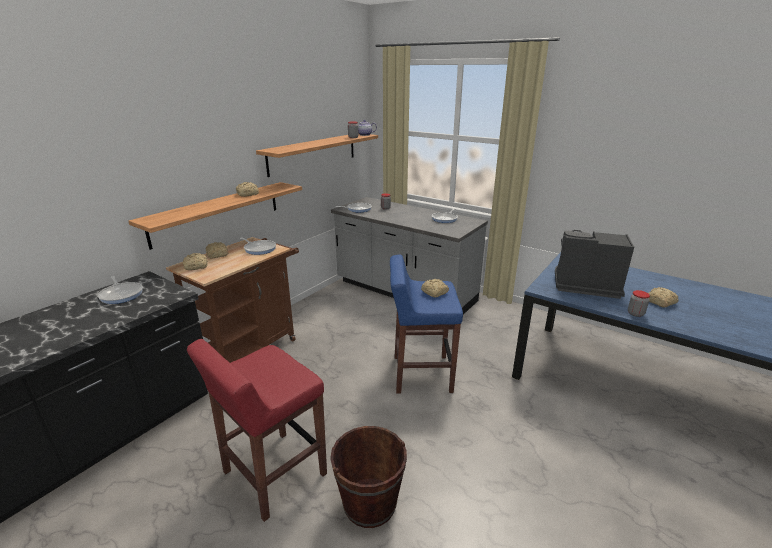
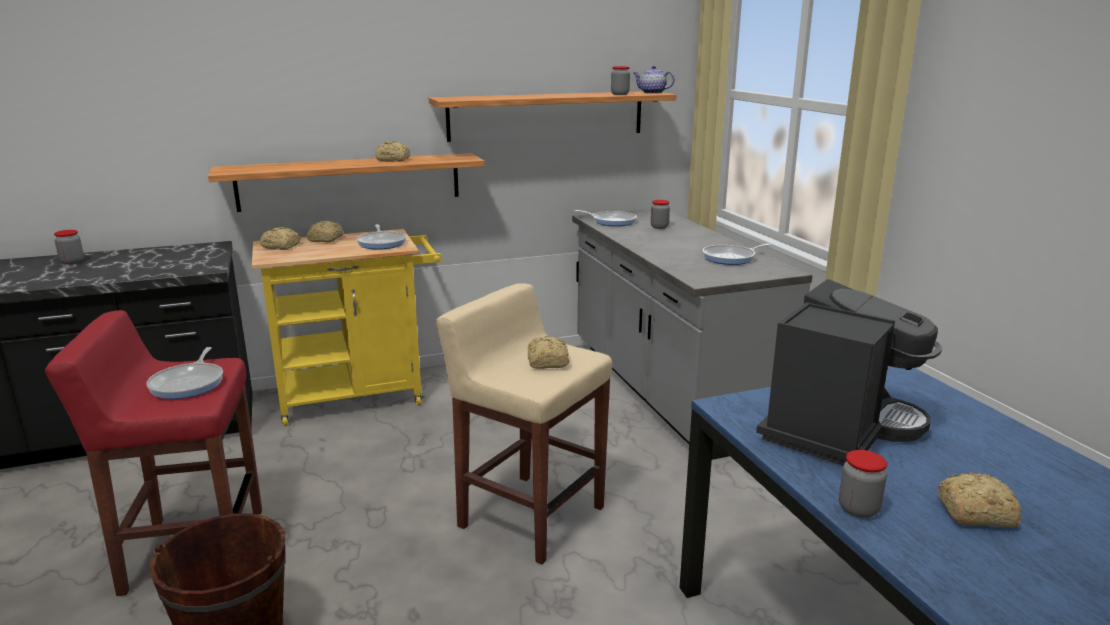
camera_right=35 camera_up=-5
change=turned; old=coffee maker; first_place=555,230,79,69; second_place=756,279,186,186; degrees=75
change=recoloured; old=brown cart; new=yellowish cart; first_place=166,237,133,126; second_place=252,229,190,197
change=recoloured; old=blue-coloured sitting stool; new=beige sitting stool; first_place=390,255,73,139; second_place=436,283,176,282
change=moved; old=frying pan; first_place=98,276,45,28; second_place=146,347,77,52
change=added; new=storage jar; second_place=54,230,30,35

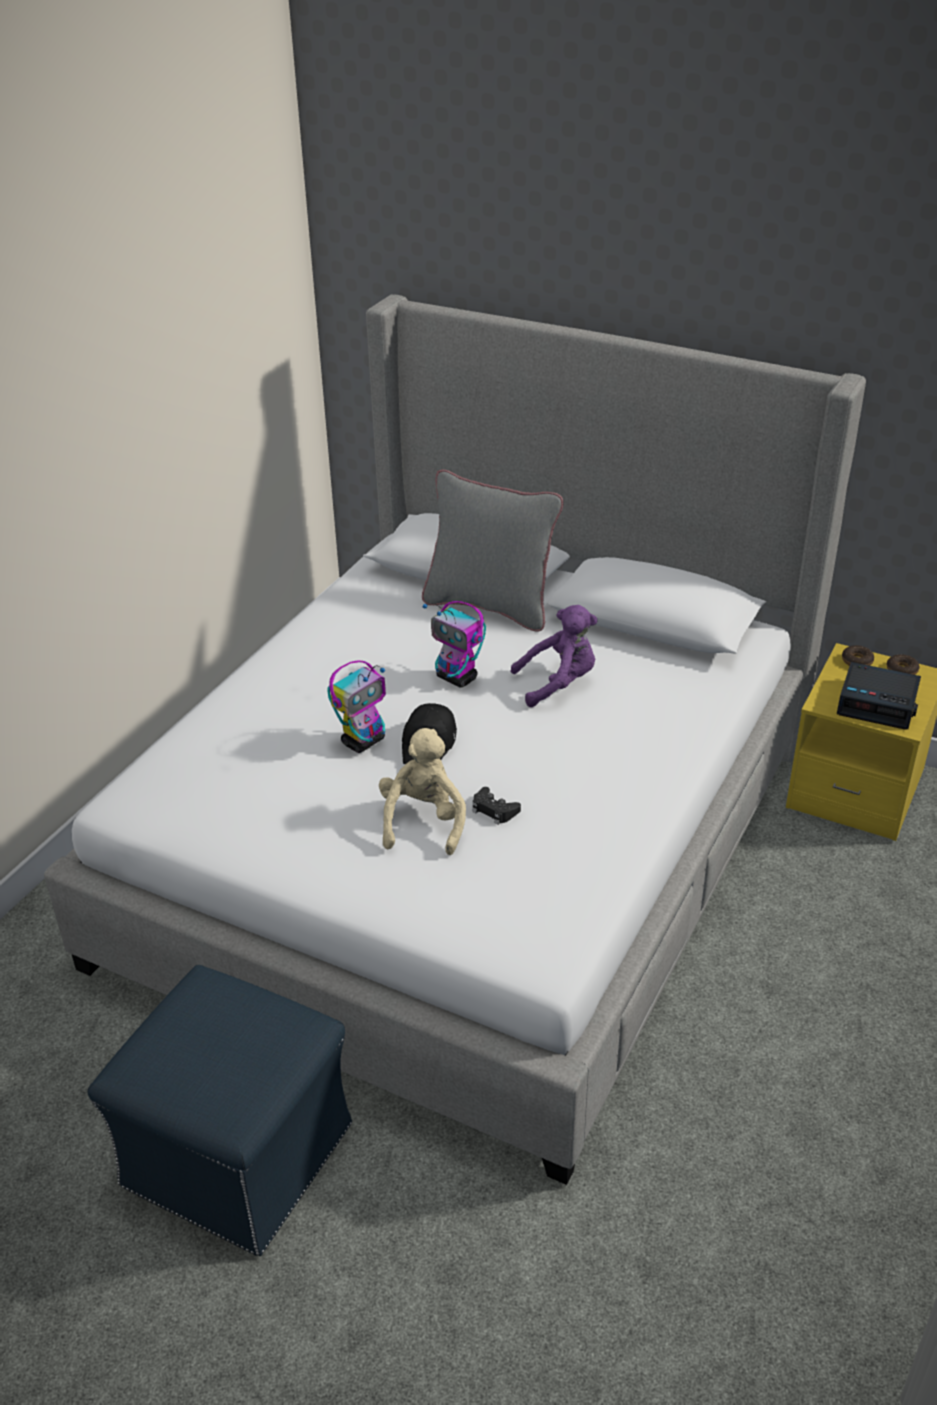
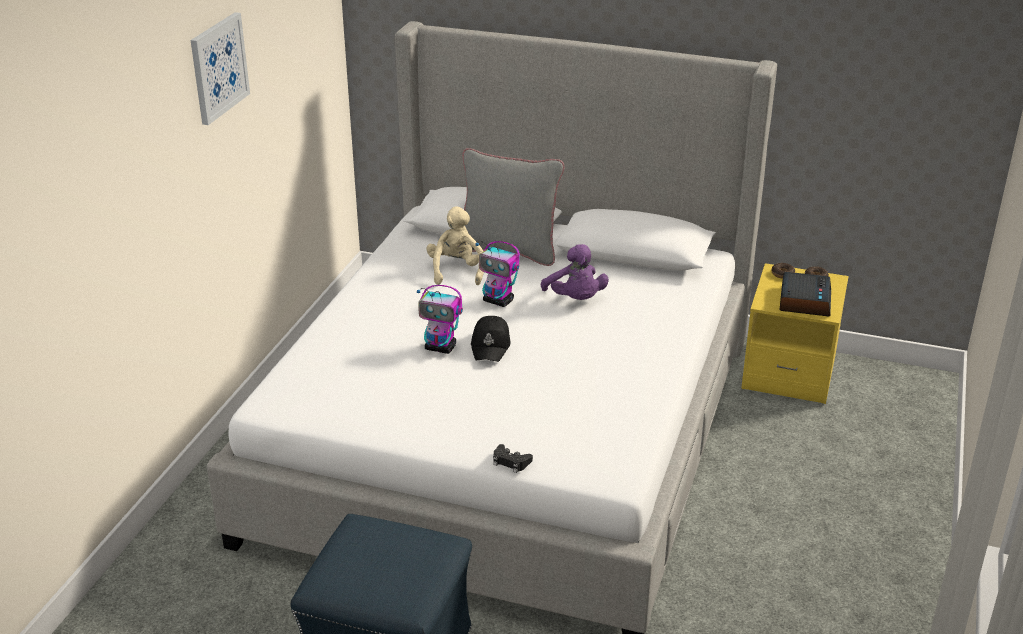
camera_right=-10 camera_up=-5
change=turned; old=purplish soft toy; first_place=510,605,87,102; second_place=541,244,68,56; degrees=90
change=turned; old=model robot; first_place=327,660,59,93; second_place=417,285,46,69; degrees=75
change=turned; old=bedside clock; first_place=837,662,84,68; second_place=779,272,52,44; degrees=-90
change=moved; old=beige soft toy; first_place=379,728,87,127; second_place=427,207,57,78
change=moved; old=black game controller; first_place=472,787,49,38; second_place=493,444,40,29
change=added; new=wall art; second_place=191,12,59,113

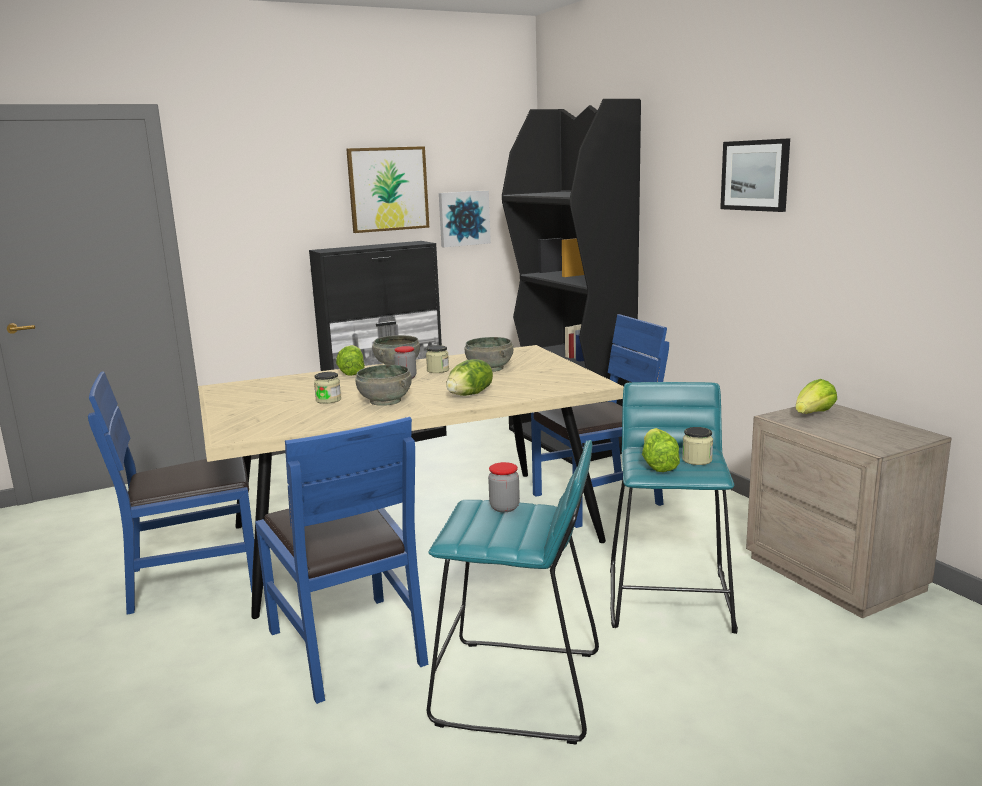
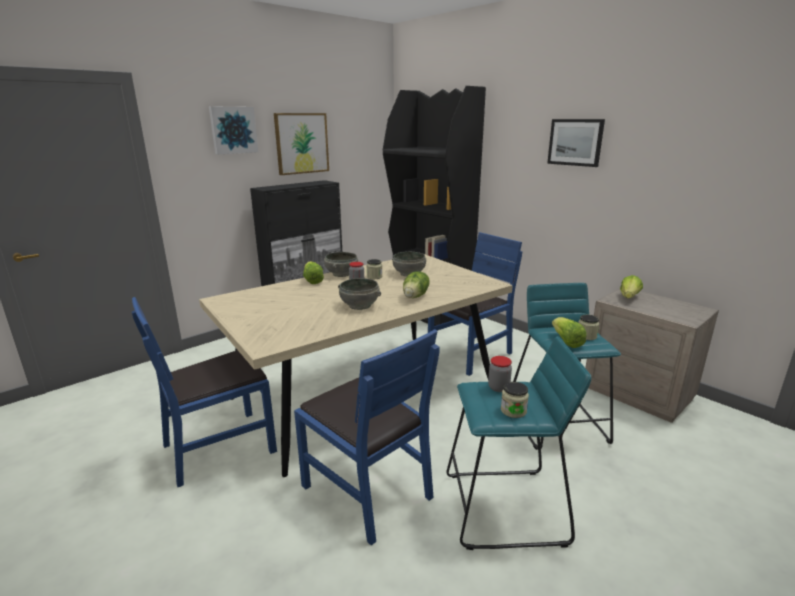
camera_right=-15 camera_up=5
change=moved; old=wall art; first_place=439,191,52,56; second_place=209,107,49,48
change=moved; old=storage jar; first_place=314,372,27,32; second_place=501,382,28,36

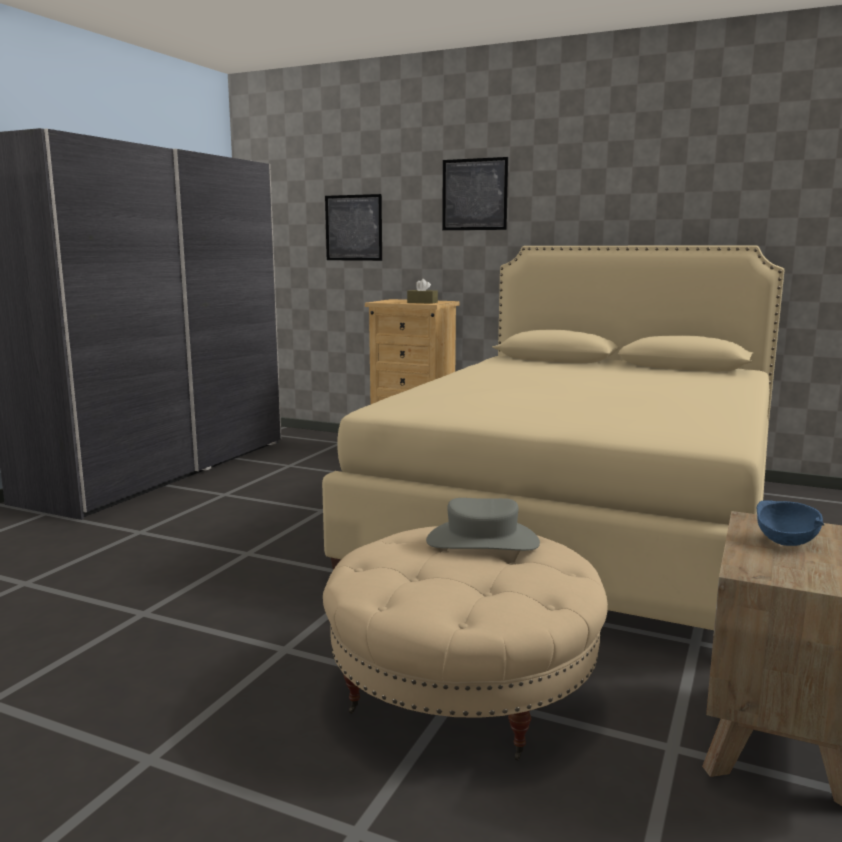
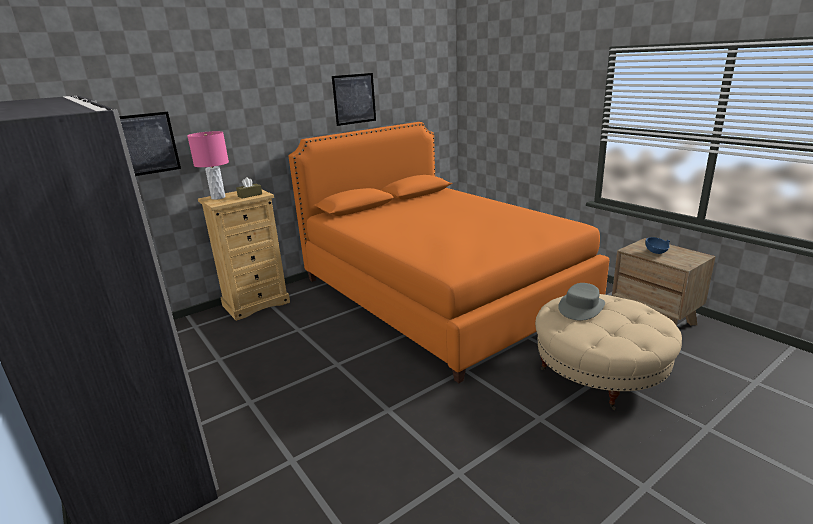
camera_right=-60 camera_up=10
change=moved; old=wall art; first_place=442,157,66,73; second_place=332,73,44,53
change=recoloured; old=beige sleeping bed; new=orange-coloured sleeping bed; first_place=322,246,462,384; second_place=288,122,321,261
change=added; new=pink tabletop lamp; second_place=187,131,42,69

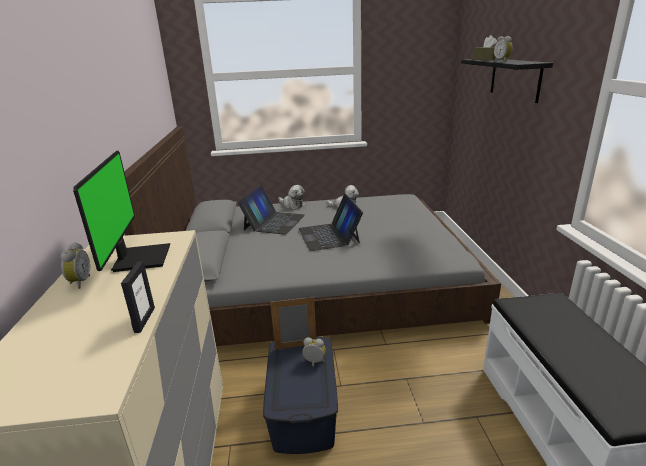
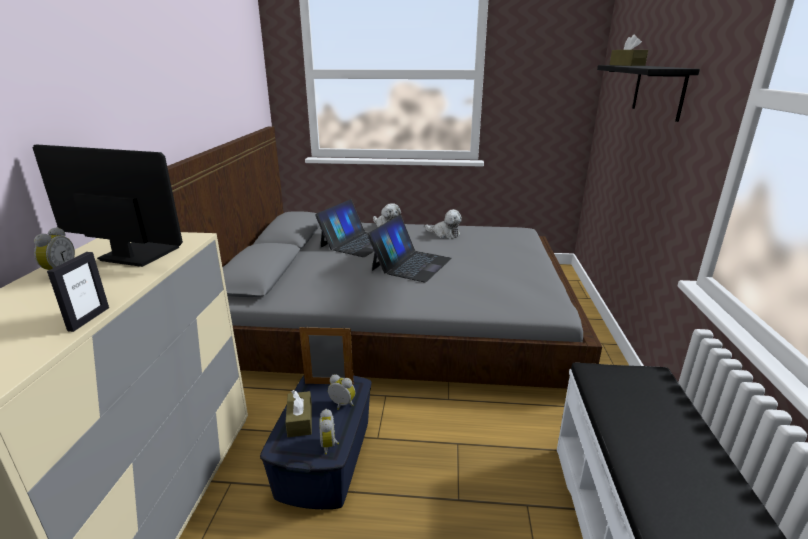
camera_right=10 camera_up=0
change=moved; old=bedside clock; first_place=494,36,19,26; second_place=320,409,19,46
change=turned; old=computer screen; first_place=73,151,97,121; second_place=33,144,150,123; degrees=-75
change=turned; old=portable computer; first_place=299,194,64,57; second_place=367,215,85,67; degrees=-150
change=added; new=brown tissue box; second_place=285,390,27,47

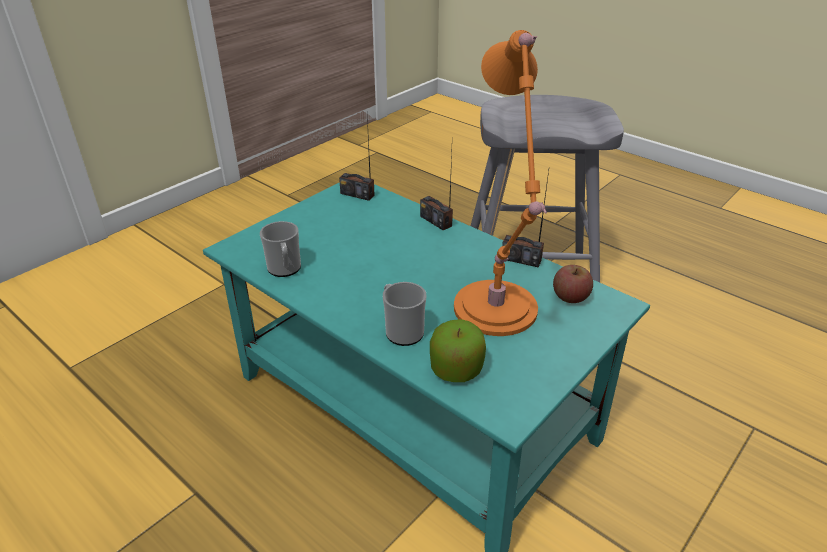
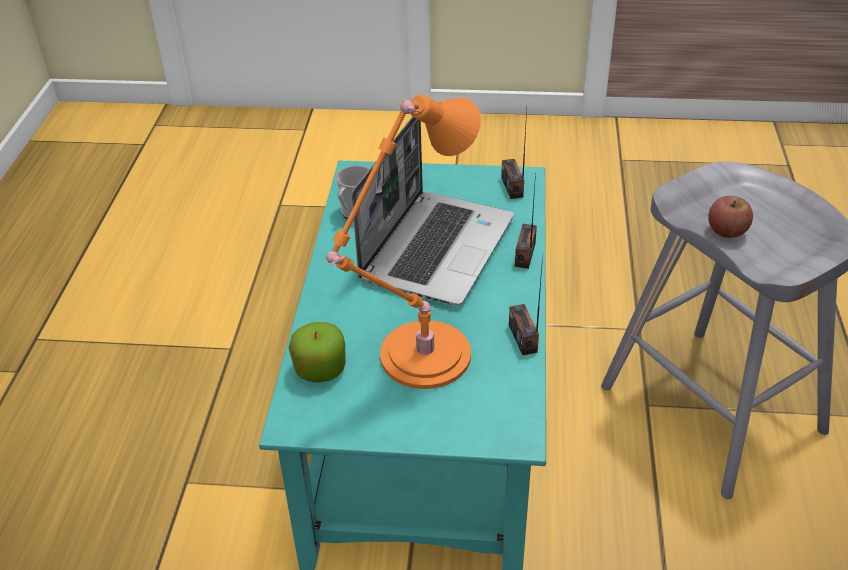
camera_right=55 camera_up=5
change=moved; old=whole apple; first_place=553,265,40,38; second_place=708,196,45,42
change=removed; old=coffee mug; first_place=383,282,43,64
change=added; new=portable computer; second_place=352,117,162,188

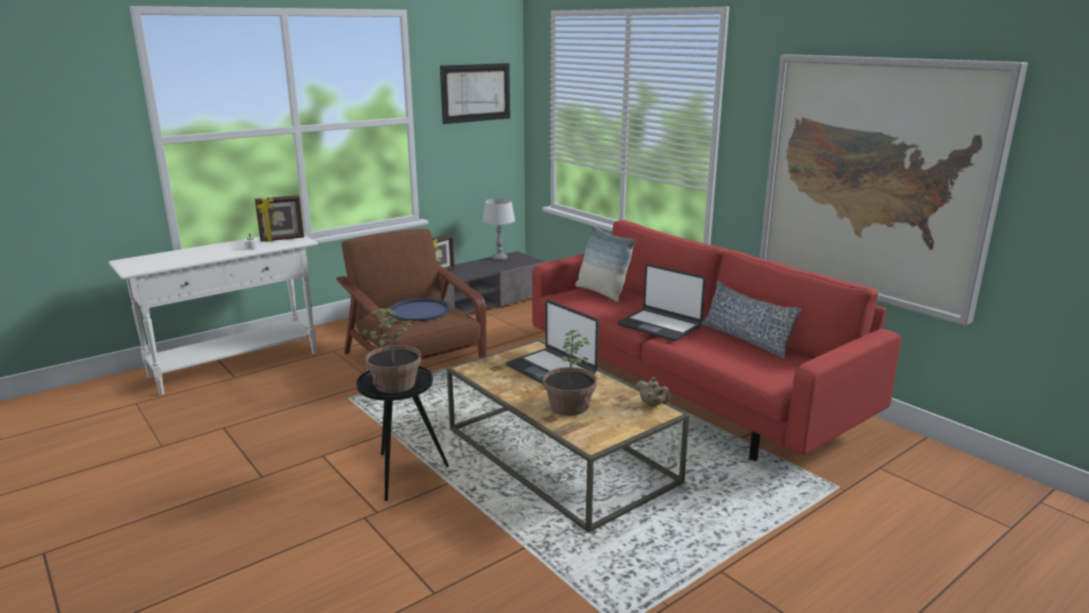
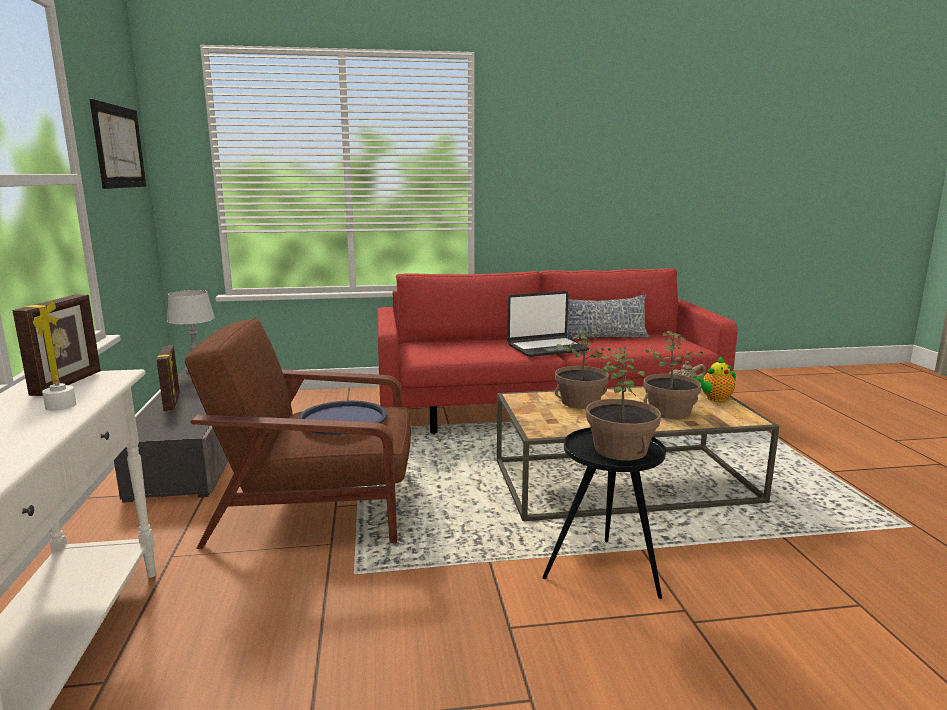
camera_right=-60 camera_up=-5
change=removed; old=wall art; first_place=759,54,269,272
change=removed; old=throw pillow; first_place=575,226,61,76
change=replaced; old=portable computer; new=potted plant; first_place=506,300,93,84; second_place=555,328,56,81
change=added; new=pot for tea; second_place=693,356,43,46

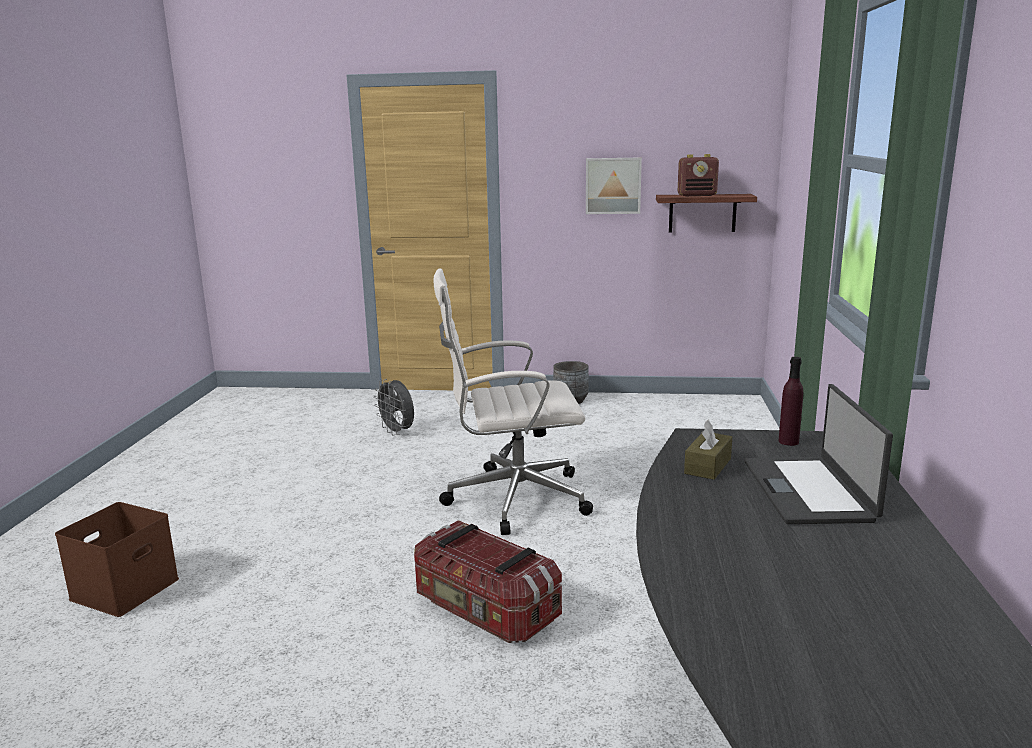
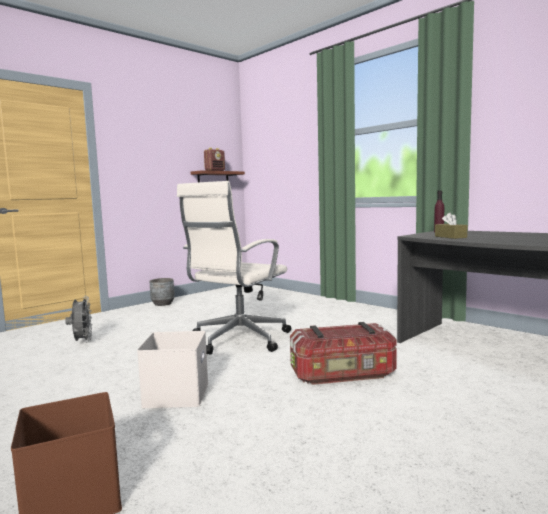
camera_right=-50 camera_up=-10
change=removed; old=wall art; first_place=586,158,56,56
change=turned; old=gray cooling fan; first_place=374,379,40,57; second_place=65,297,28,46; degrees=-105
change=removed; old=portable computer; first_place=744,384,149,140
change=added; new=white-coloured storage container; second_place=137,331,71,77

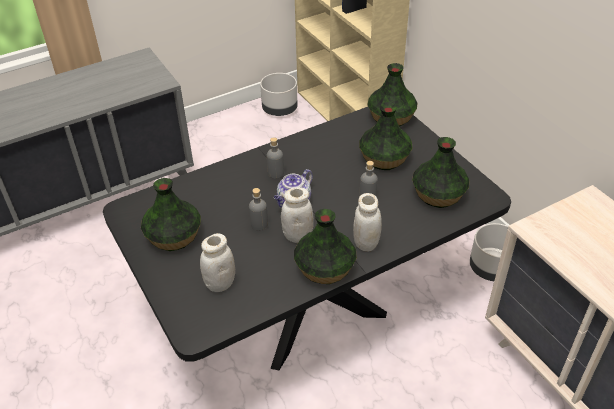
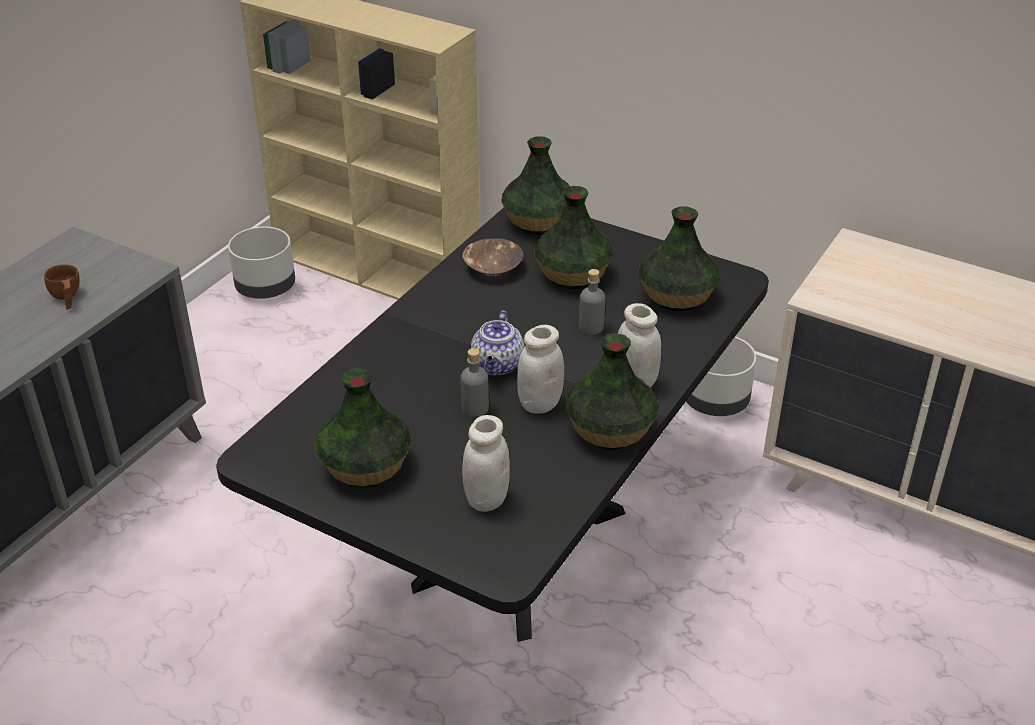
camera_right=-30 camera_up=-5
change=removed; old=gray beverage bottle; first_place=267,137,17,42
change=added; new=brown deep dish; second_place=462,238,61,39
change=added; new=brown drinking cup; second_place=44,264,36,46

